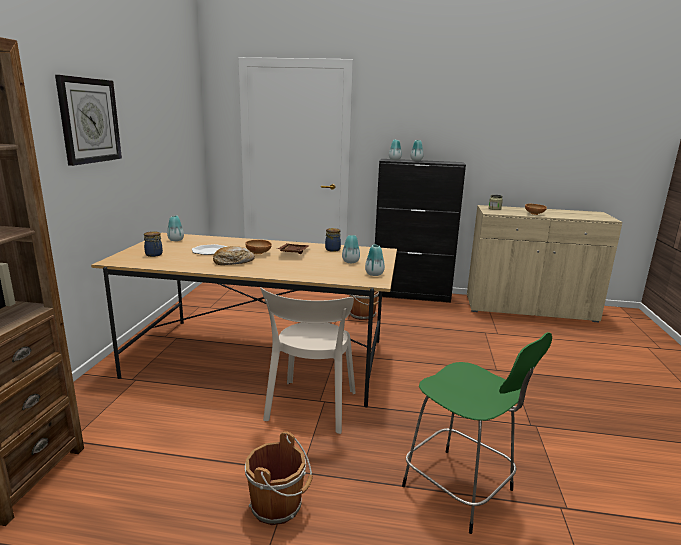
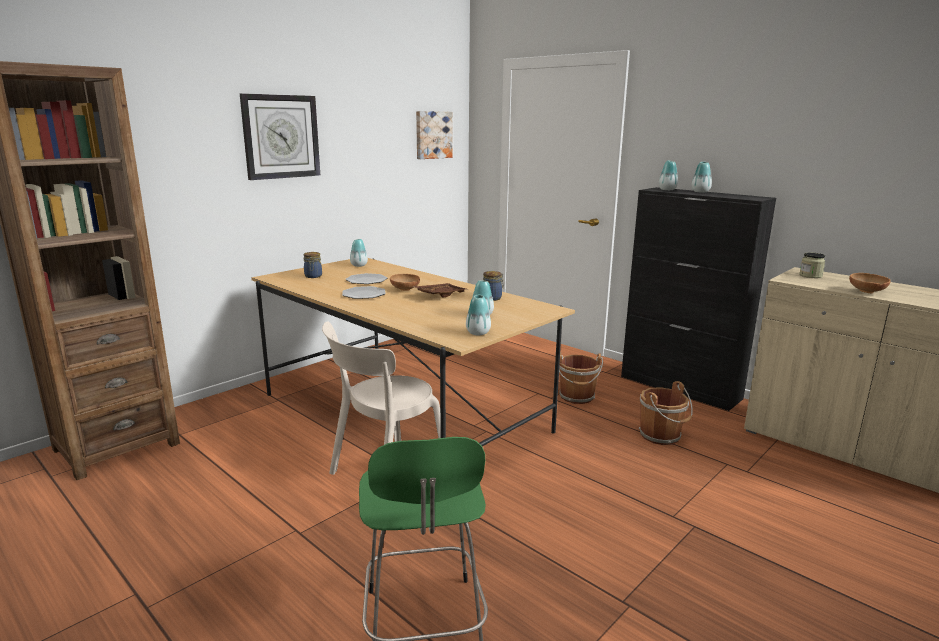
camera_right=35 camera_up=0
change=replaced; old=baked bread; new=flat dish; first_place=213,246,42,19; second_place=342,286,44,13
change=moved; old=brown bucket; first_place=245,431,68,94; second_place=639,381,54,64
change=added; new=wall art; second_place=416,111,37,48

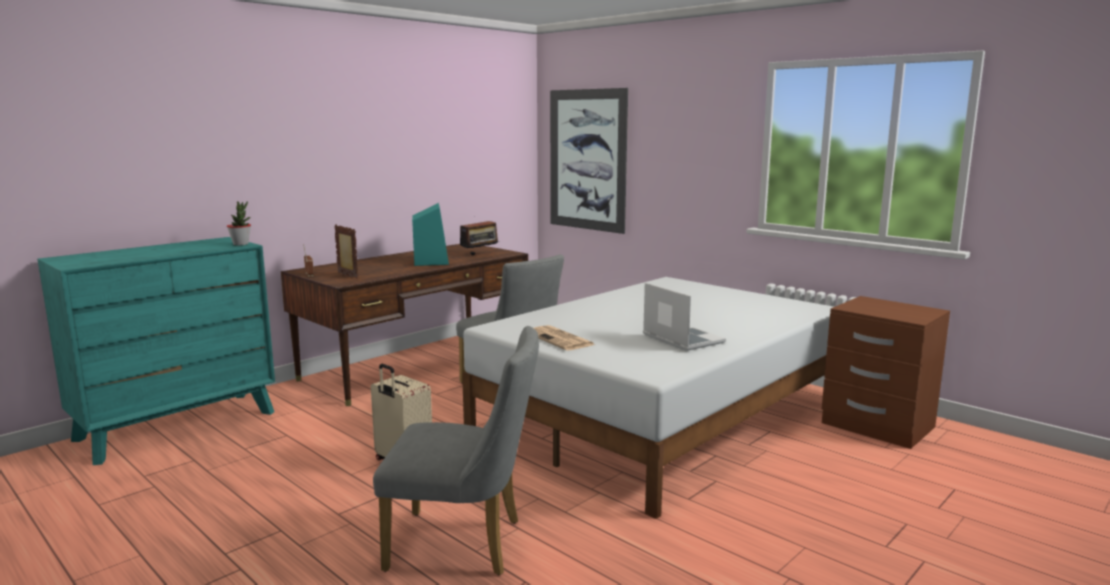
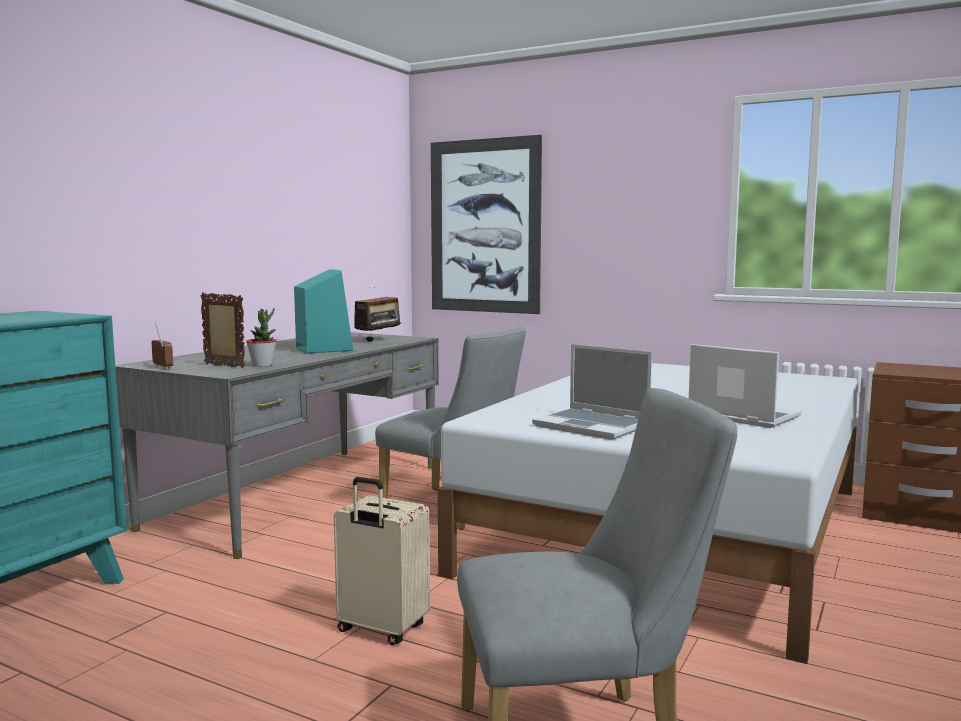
camera_right=-15 camera_up=-5
change=moved; old=potted plant; first_place=227,201,24,44; second_place=246,309,31,58
change=recoloured; old=brown desk table; new=gray desk table; first_place=281,244,247,162; second_place=115,332,324,227
change=replaced; old=printed paper; new=portable computer; first_place=534,325,61,26; second_place=532,344,120,96

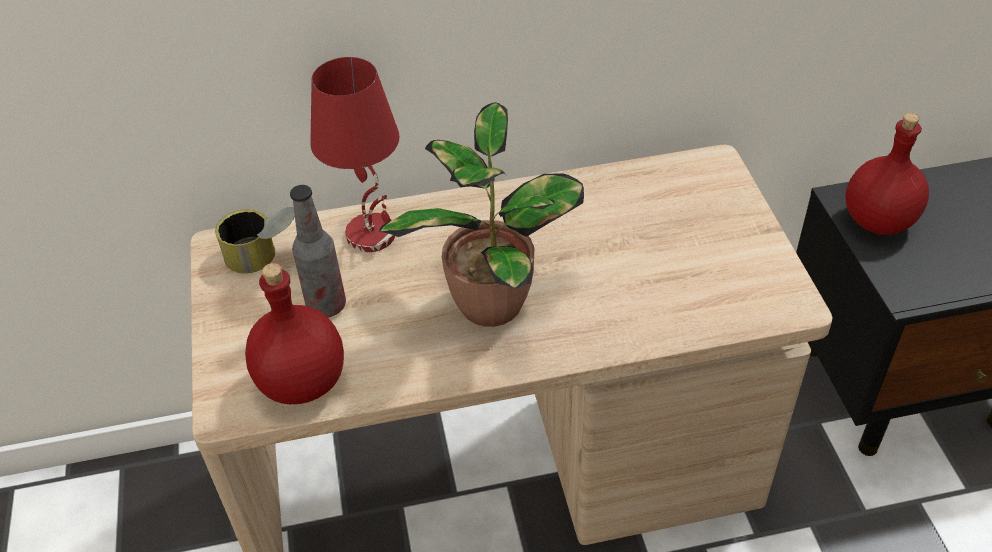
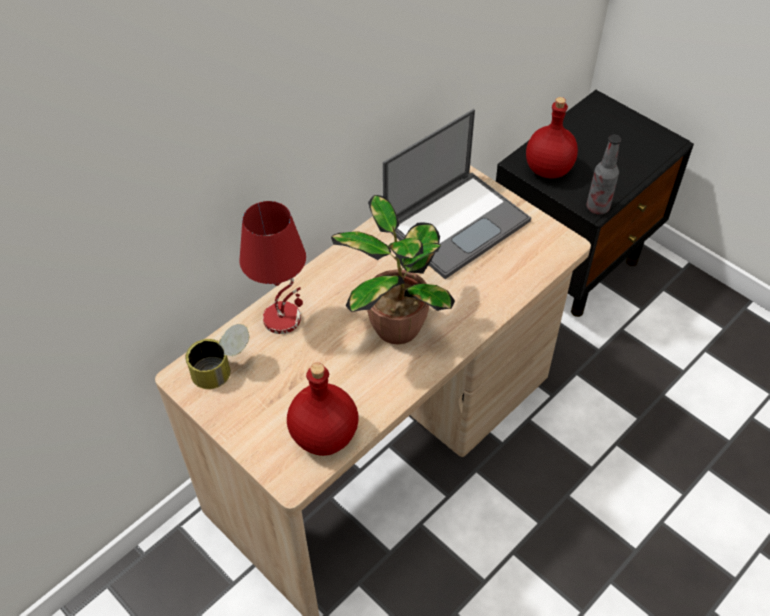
camera_right=-35 camera_up=5
change=moved; old=beverage bottle; first_place=290,185,56,132; second_place=586,135,35,80
change=added; new=portable computer; second_place=383,109,148,170

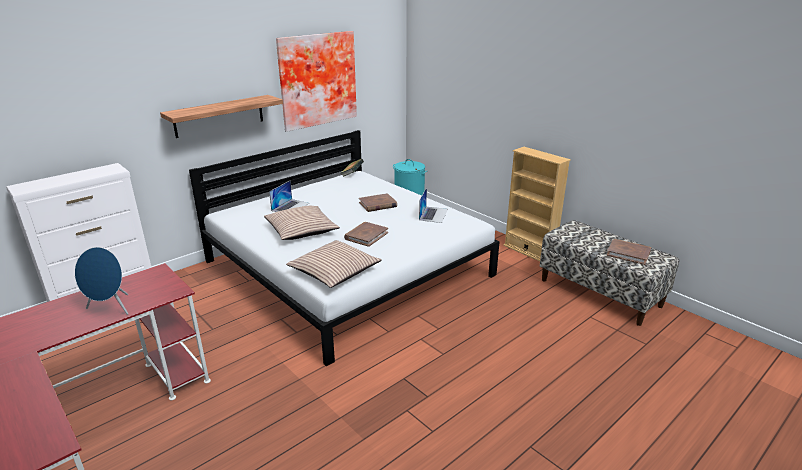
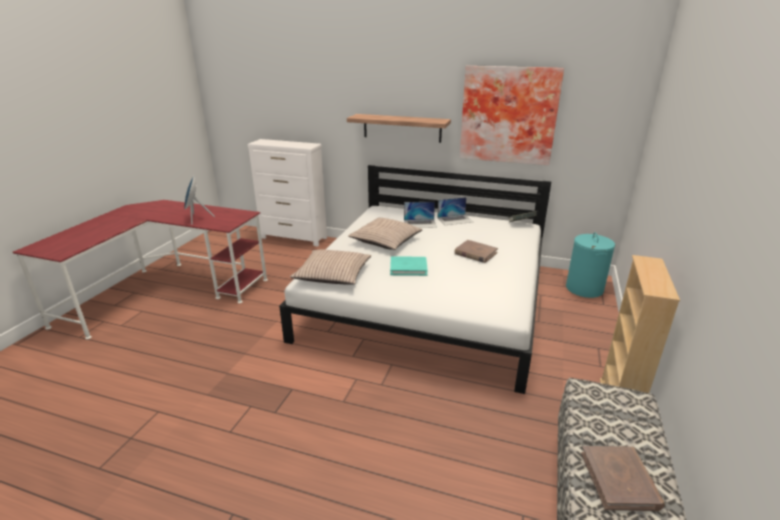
camera_right=60 camera_up=0
change=moved; old=portable computer; first_place=419,188,29,35; second_place=437,197,36,28
change=recoloured; old=brown bound book; new=turquoise bound book; first_place=344,222,44,25; second_place=390,256,38,20

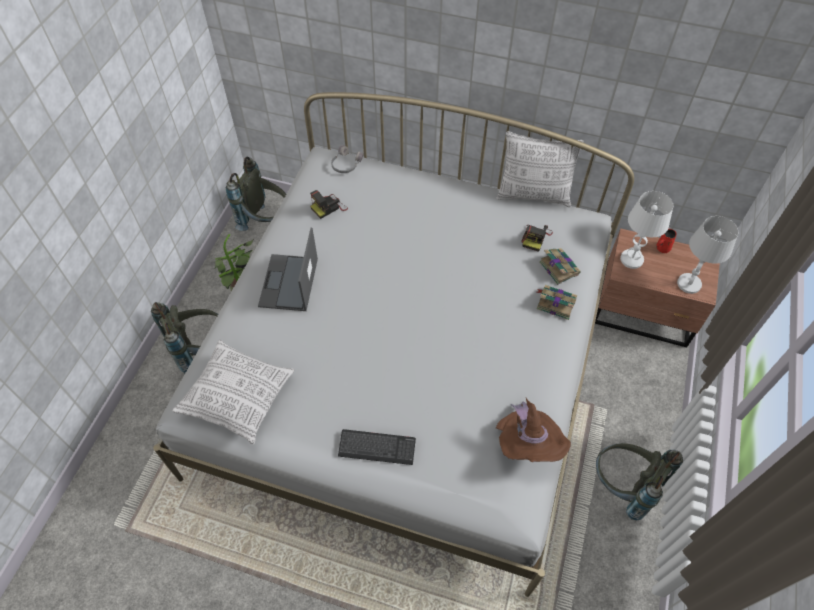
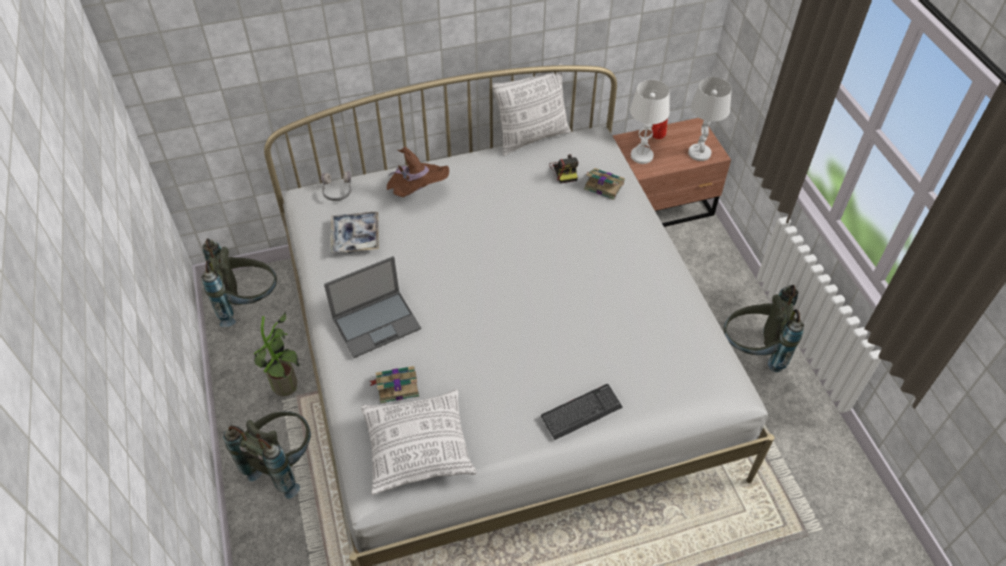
camera_right=-35 camera_up=-5
change=replaced; old=photo camera; new=tray; first_place=310,190,38,29; second_place=331,211,48,42
change=turned; old=portable computer; first_place=258,228,60,83; second_place=324,256,97,102; degrees=-90
change=moved; old=bound book; first_place=537,285,40,35; second_place=369,366,50,38
change=moved; old=brown hat; first_place=496,398,75,64; second_place=387,147,62,50

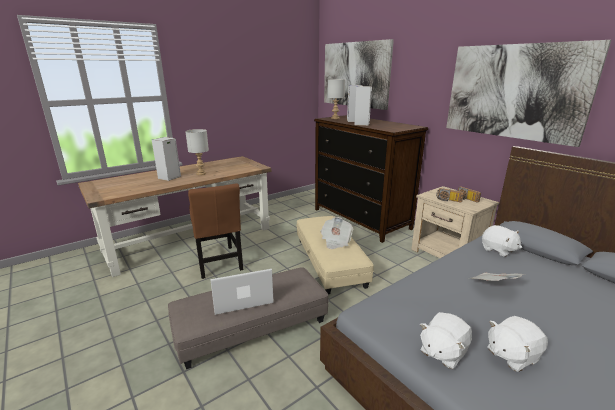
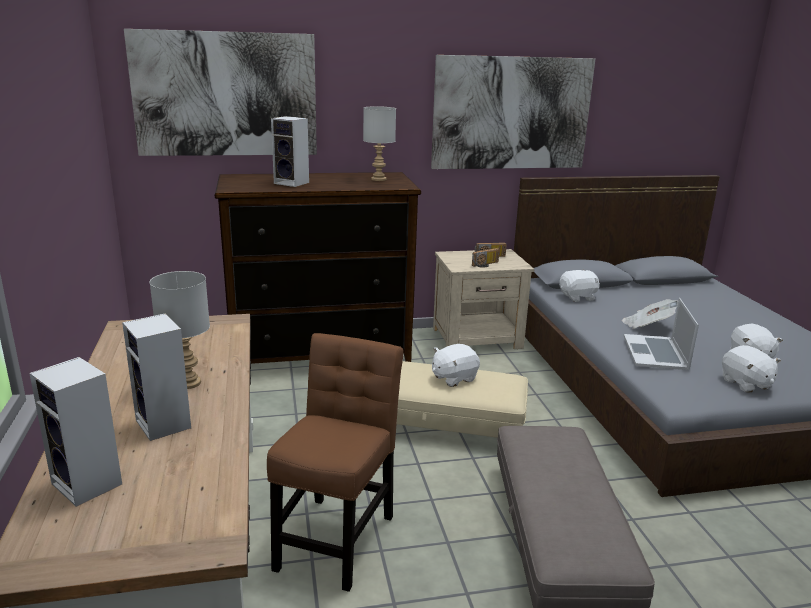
camera_right=-65 camera_up=0
change=moved; old=gray tabletop lamp; first_place=327,79,18,40; second_place=363,106,33,75
change=moved; old=audio speaker; first_place=354,86,18,40; second_place=29,357,93,150
change=turned; old=brown plain chair; first_place=188,183,55,96; second_place=267,333,136,259; degrees=-75
change=replaced; old=printed paper; new=white-coloured soft toy; first_place=320,217,33,32; second_place=432,344,48,43
change=moved; old=portable computer; first_place=210,269,64,46; second_place=624,298,75,72

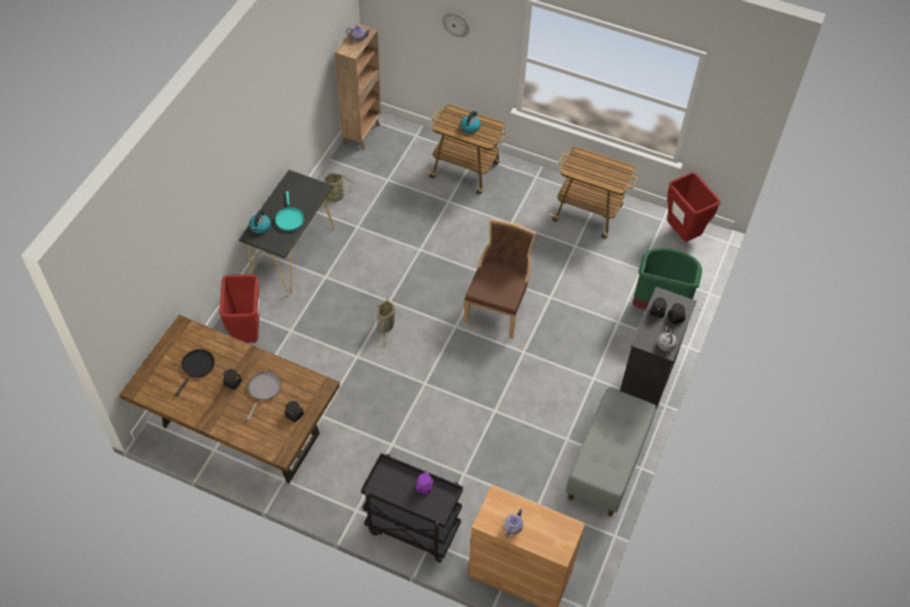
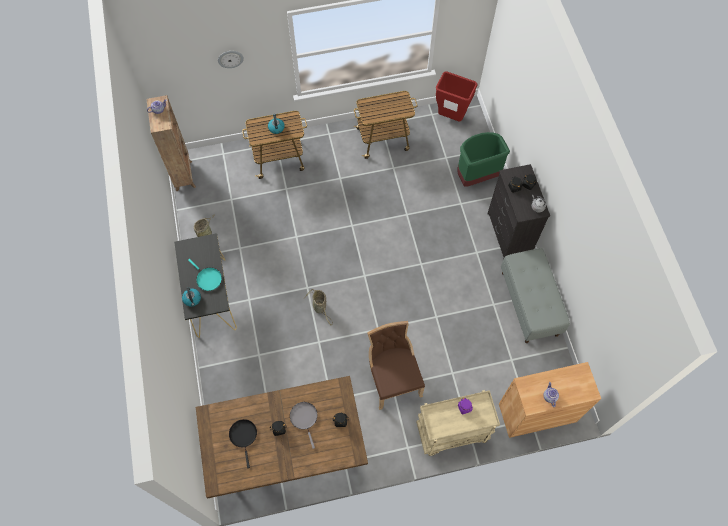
camera_right=-35 camera_up=10
change=moved; old=brown plain chair; first_place=463,219,73,120; second_place=367,321,58,89
change=removed; old=red trash can; first_place=219,274,40,69
change=recoloured; old=black cart; new=beige cart; first_place=361,453,102,110; second_place=416,390,84,66

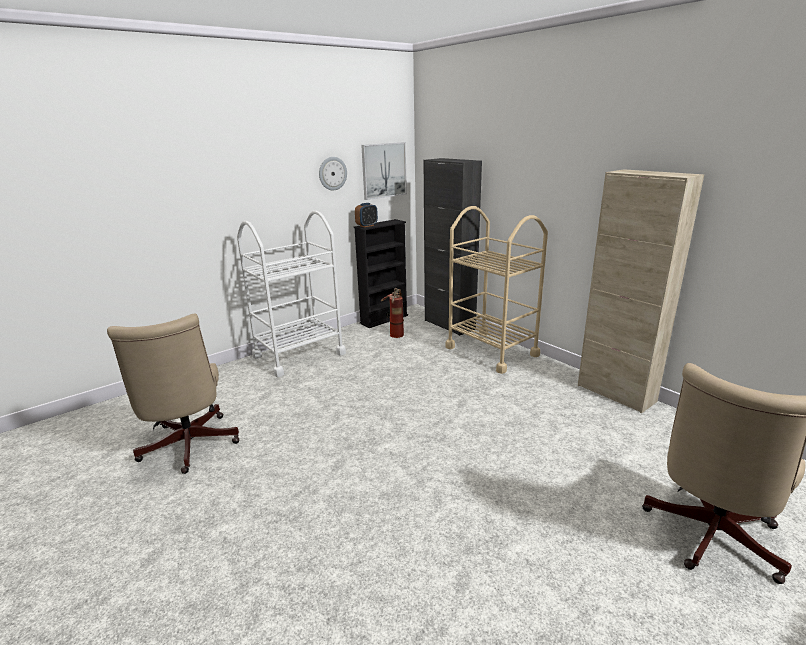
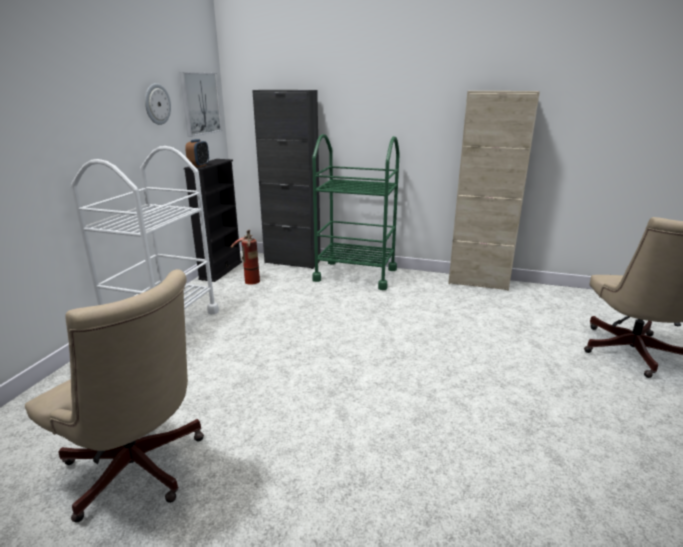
camera_right=-35 camera_up=0
change=recoloured; old=beige cart; new=green cart; first_place=445,206,103,168; second_place=312,134,88,156

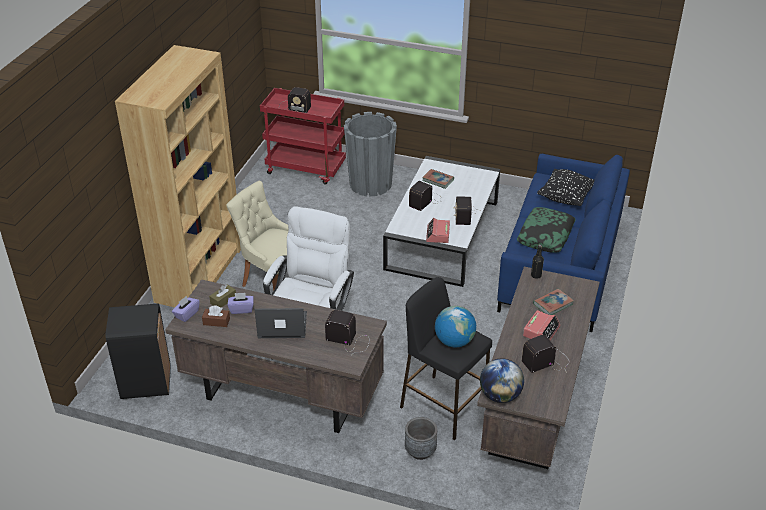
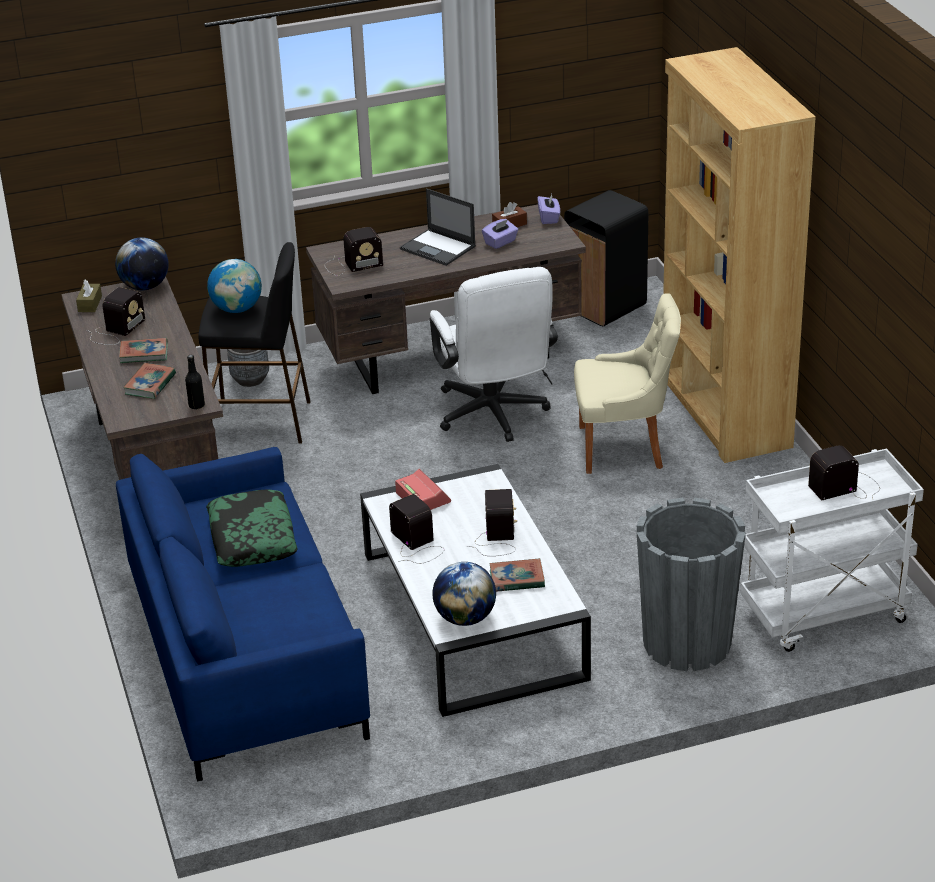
camera_right=145 camera_up=-5
change=recoloured; old=red cart; new=white-coloured cart; first_place=260,88,86,96; second_place=740,448,184,204
change=removed; old=black throw pillow; first_place=537,169,58,37
change=moved; old=brown tissue box; first_place=209,284,27,24; second_place=76,280,26,32
change=turned; old=portable computer; first_place=255,308,52,30; second_place=400,189,76,77; degrees=75
change=replaced; old=bedside clock; new=bound book; first_place=523,310,37,30; second_place=119,338,49,25
change=added; new=globe; second_place=432,562,64,64

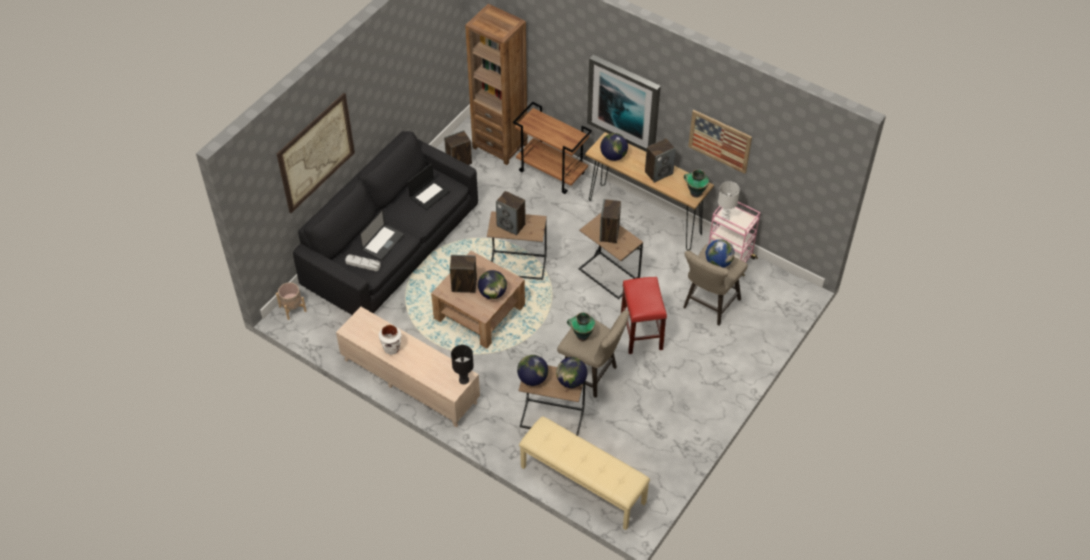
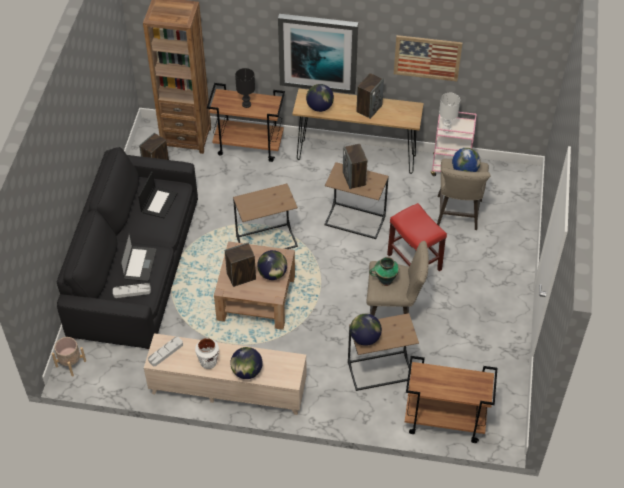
camera_right=-25 camera_up=0
change=removed; old=wall art; first_place=277,93,78,120
change=removed; old=vase; first_place=684,169,25,29
change=removed; old=audio speaker; first_place=496,191,30,45
change=moved; old=black tabletop lamp; first_place=451,345,23,39; second_place=235,68,20,40
change=moved; old=globe; first_place=556,357,31,31; second_place=230,347,33,32
change=replaced; old=beige bench; new=brown cart; first_place=519,416,131,114; second_place=405,356,93,87
change=added; new=gray tray; second_place=148,337,35,29

